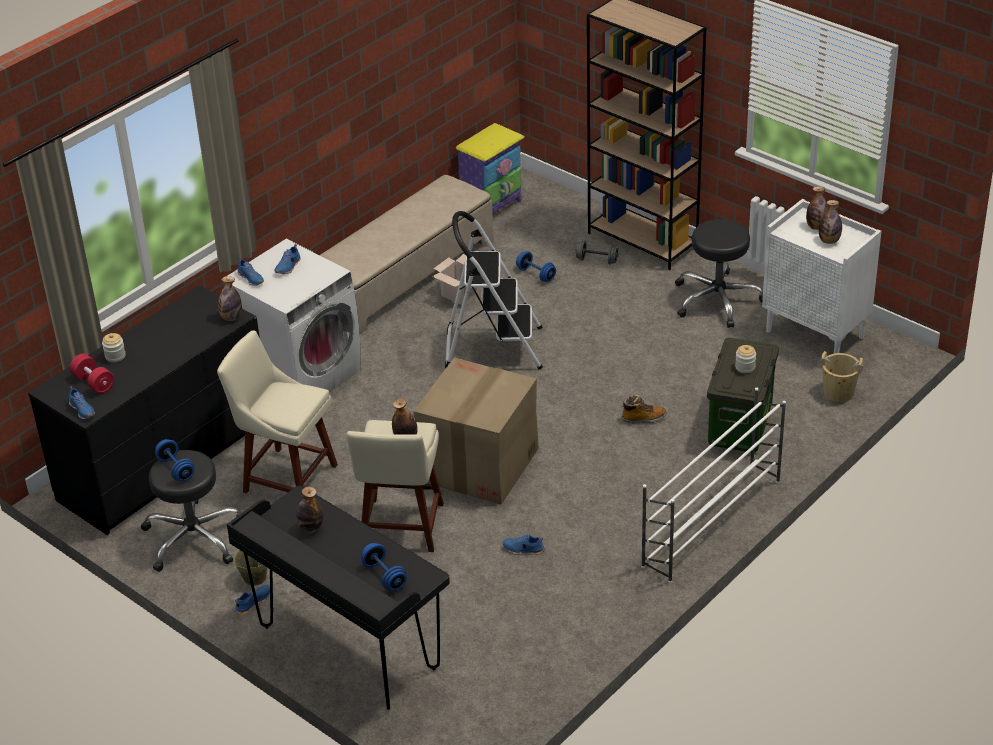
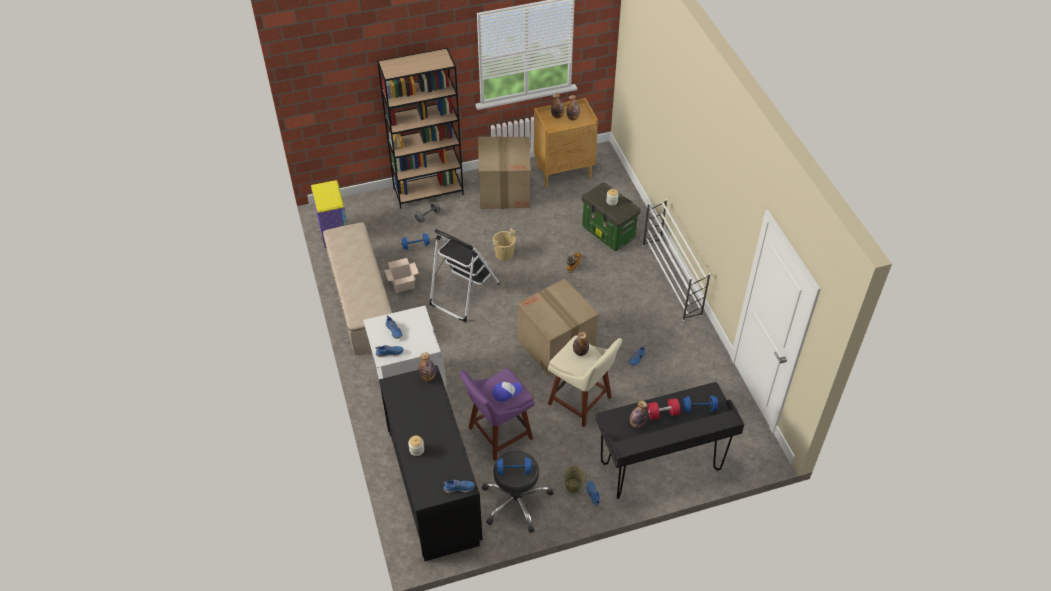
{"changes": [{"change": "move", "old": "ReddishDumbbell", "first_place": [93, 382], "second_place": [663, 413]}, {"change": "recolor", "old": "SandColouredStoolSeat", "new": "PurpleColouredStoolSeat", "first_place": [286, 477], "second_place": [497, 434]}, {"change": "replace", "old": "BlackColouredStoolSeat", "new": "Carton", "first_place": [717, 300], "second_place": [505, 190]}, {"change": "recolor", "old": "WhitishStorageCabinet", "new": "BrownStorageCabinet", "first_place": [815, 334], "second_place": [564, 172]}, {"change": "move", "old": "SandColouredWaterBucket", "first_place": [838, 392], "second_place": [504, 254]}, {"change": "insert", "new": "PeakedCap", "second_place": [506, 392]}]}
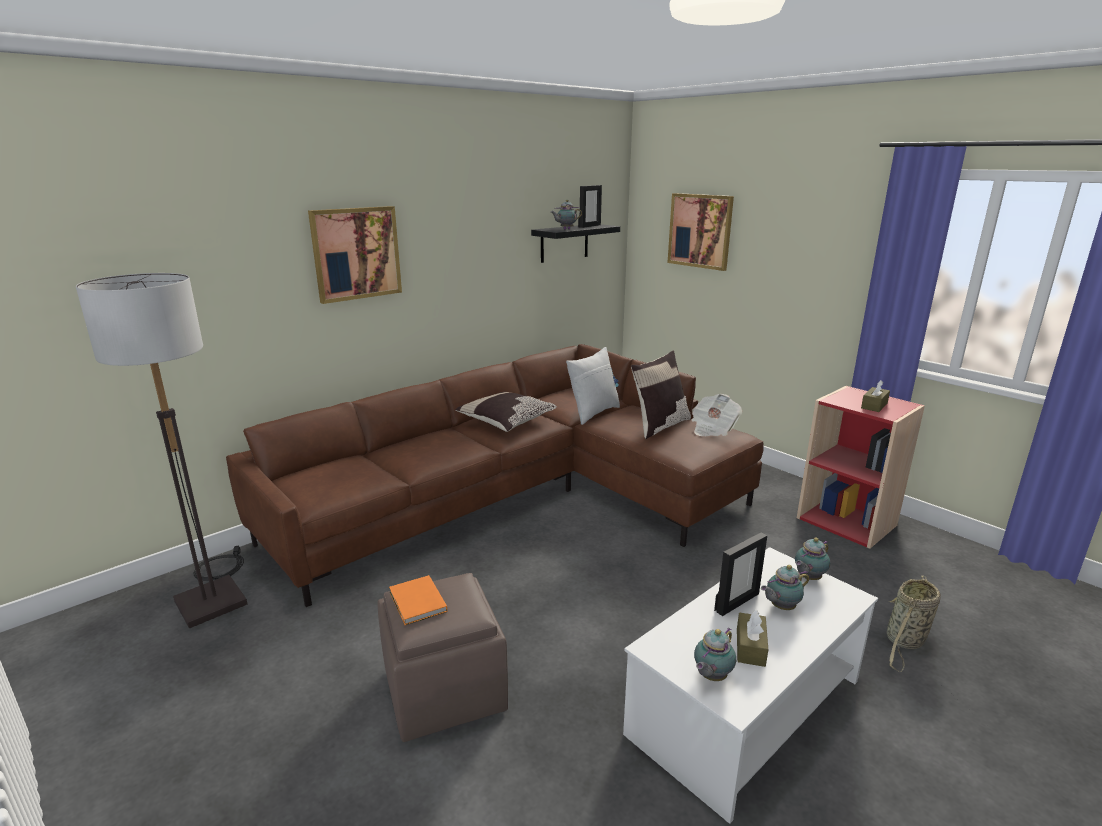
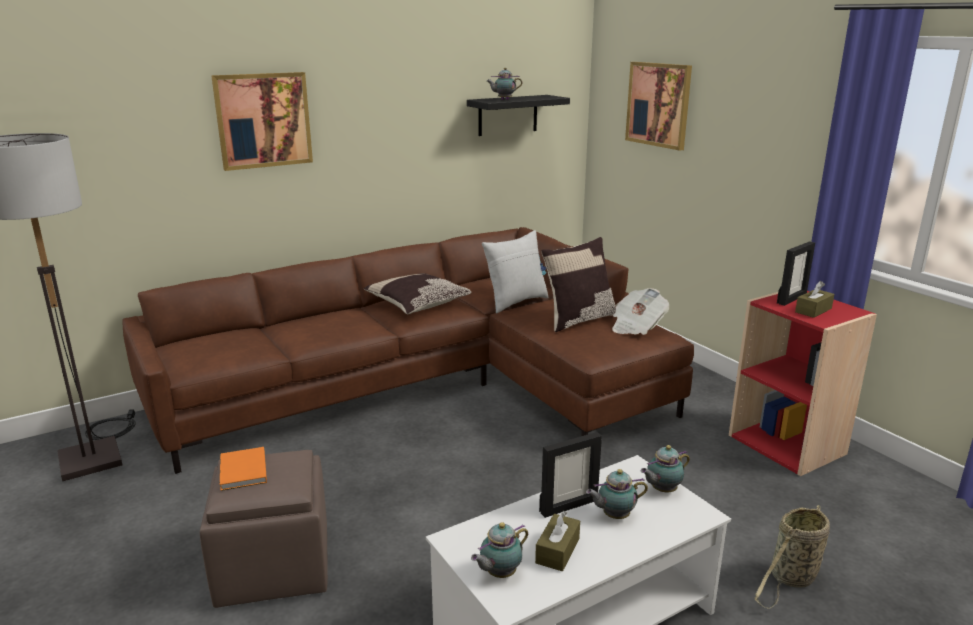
{"changes": [{"change": "move", "old": "PhotoFrame", "first_place": [589, 226], "second_place": [791, 299]}]}
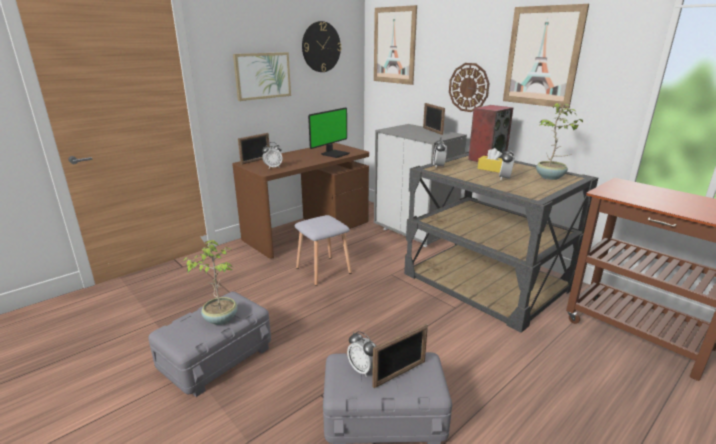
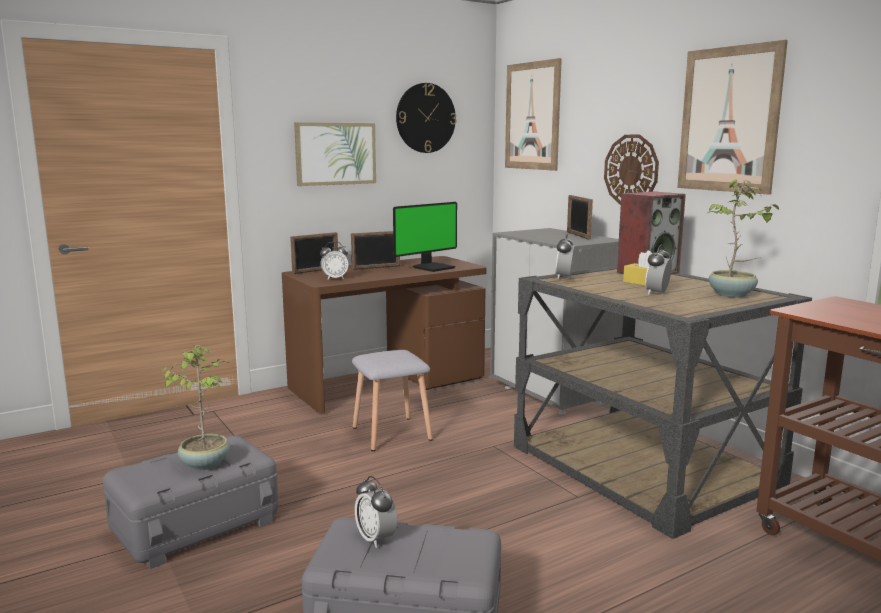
{"changes": [{"change": "move", "old": "PhotoFrame", "first_place": [399, 374], "second_place": [376, 268]}]}
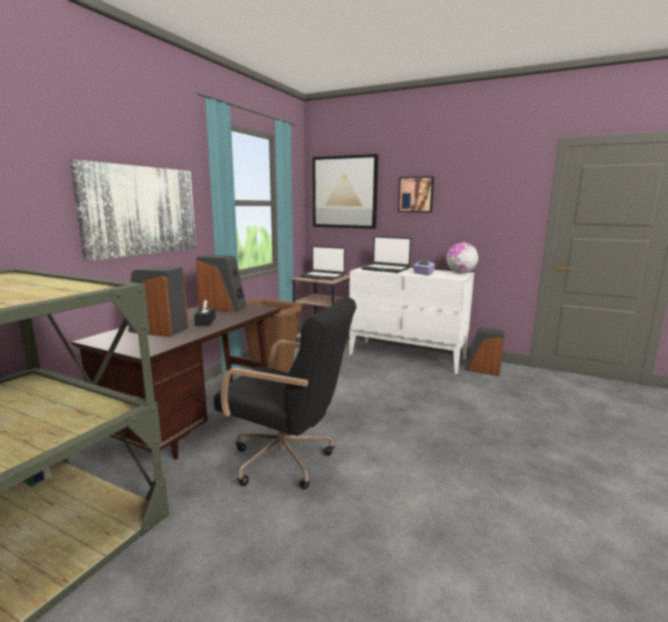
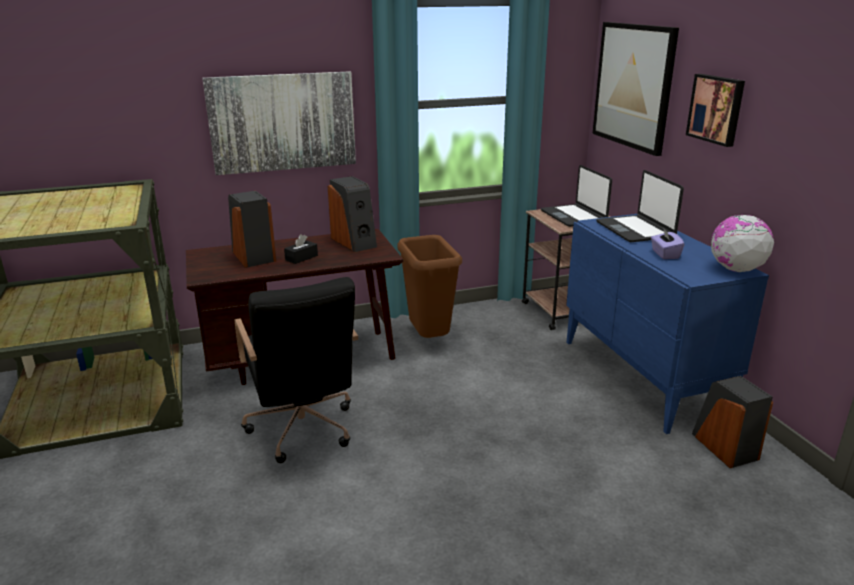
{"changes": [{"change": "recolor", "old": "WhitishStorageCabinet", "new": "BlueStorageCabinet", "first_place": [407, 356], "second_place": [641, 377]}]}
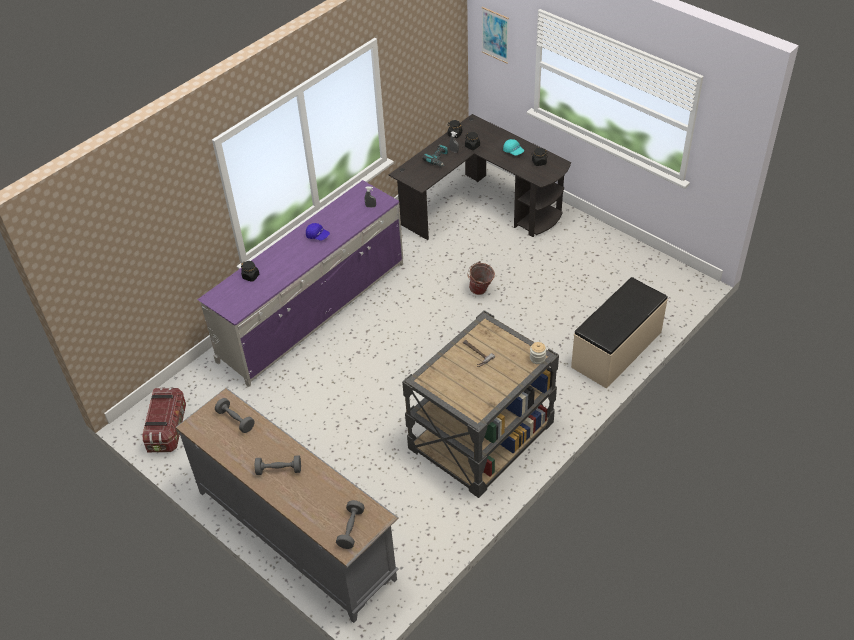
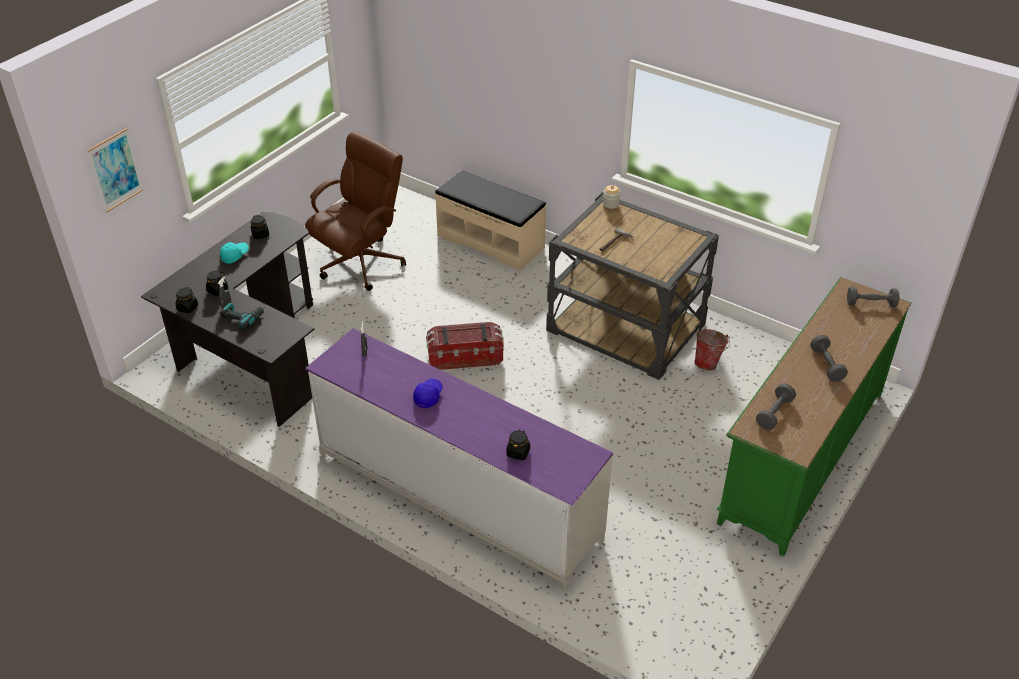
{"changes": [{"change": "move", "old": "StorageBin", "first_place": [168, 428], "second_place": [465, 357]}, {"change": "recolor", "old": "GrayStorageCabinet", "new": "GreenStorageCabinet", "first_place": [296, 533], "second_place": [801, 455]}, {"change": "move", "old": "WaterBucket", "first_place": [480, 291], "second_place": [709, 363]}, {"change": "insert", "new": "BrownDeskChair", "second_place": [361, 263]}]}
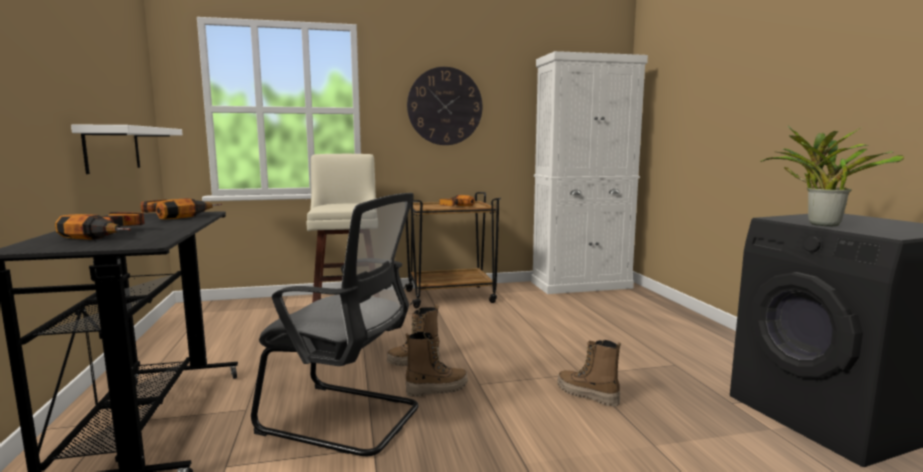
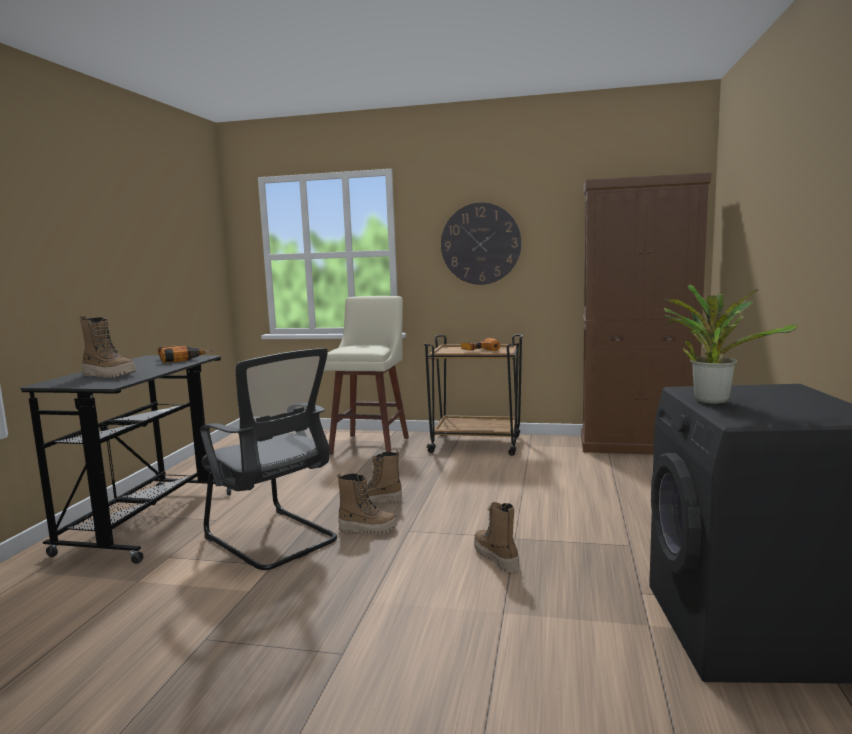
{"changes": [{"change": "replace", "old": "Drill", "new": "HighTopBoot", "first_place": [113, 234], "second_place": [109, 375]}, {"change": "delete", "old": "WhitishShelf", "first_place": [112, 148]}, {"change": "recolor", "old": "WhitishStorageCabinet", "new": "BrownStorageCabinet", "first_place": [581, 285], "second_place": [636, 445]}]}
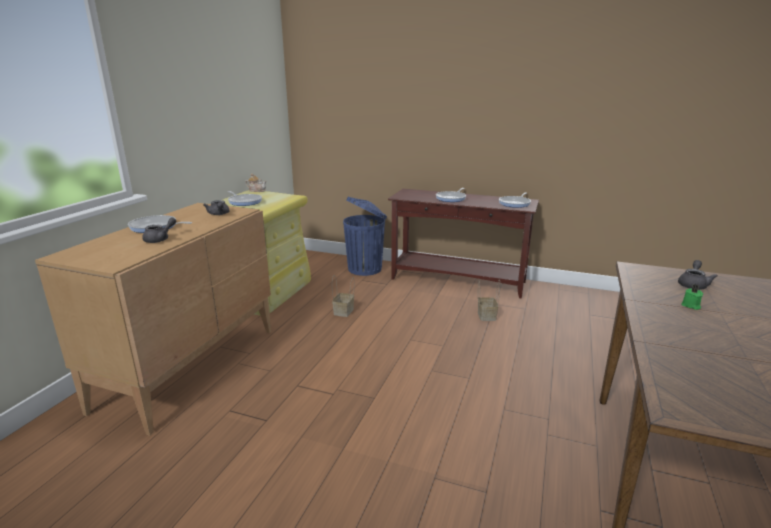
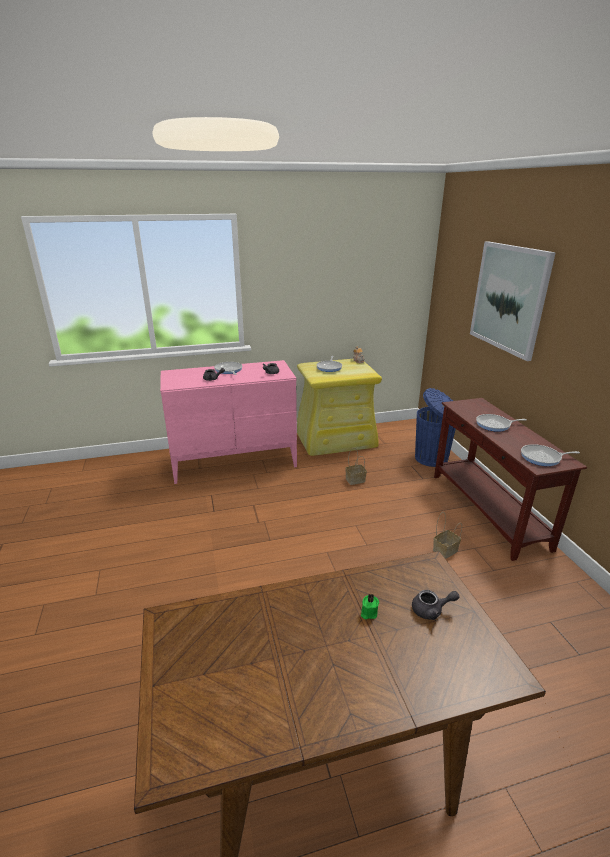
{"changes": [{"change": "recolor", "old": "BrownStorageCabinet", "new": "PinkStorageCabinet", "first_place": [190, 367], "second_place": [234, 462]}, {"change": "insert", "new": "Picture", "second_place": [509, 298]}]}
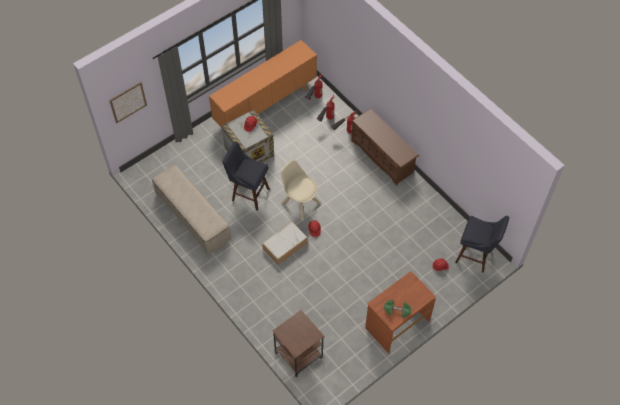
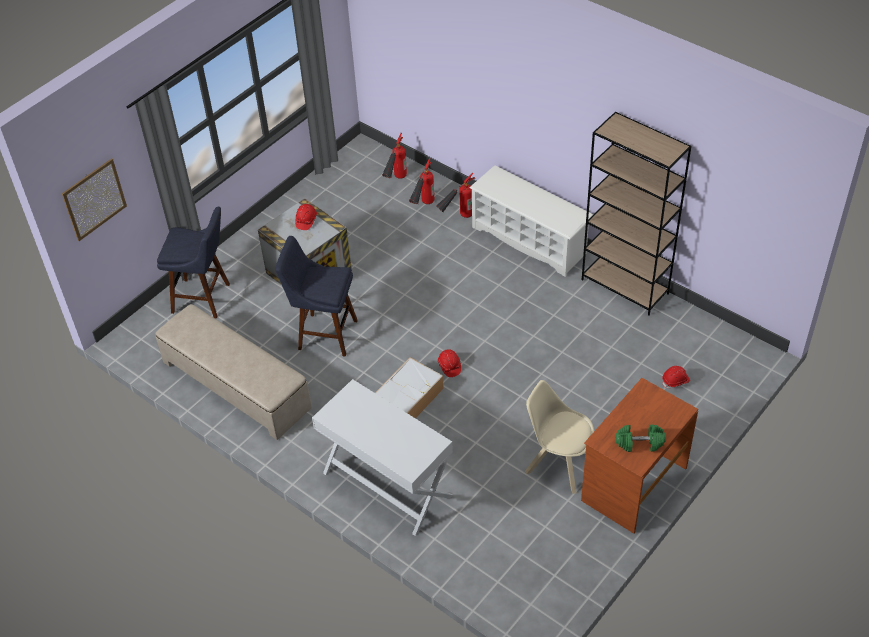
{"changes": [{"change": "delete", "old": "OrangeStorageCabinet", "first_place": [265, 104]}, {"change": "delete", "old": "BrownTrolley", "first_place": [298, 354]}, {"change": "move", "old": "SandColouredUprightChair", "first_place": [299, 203], "second_place": [558, 463]}, {"change": "recolor", "old": "BrownShoeStand", "new": "WhitishShoeStand", "first_place": [382, 156], "second_place": [529, 240]}, {"change": "move", "old": "BlueStoolSeat", "first_place": [476, 256], "second_place": [205, 299]}, {"change": "insert", "new": "WhitishHallTable", "second_place": [386, 484]}, {"change": "insert", "new": "SandColouredShelvingUnit", "second_place": [625, 286]}]}
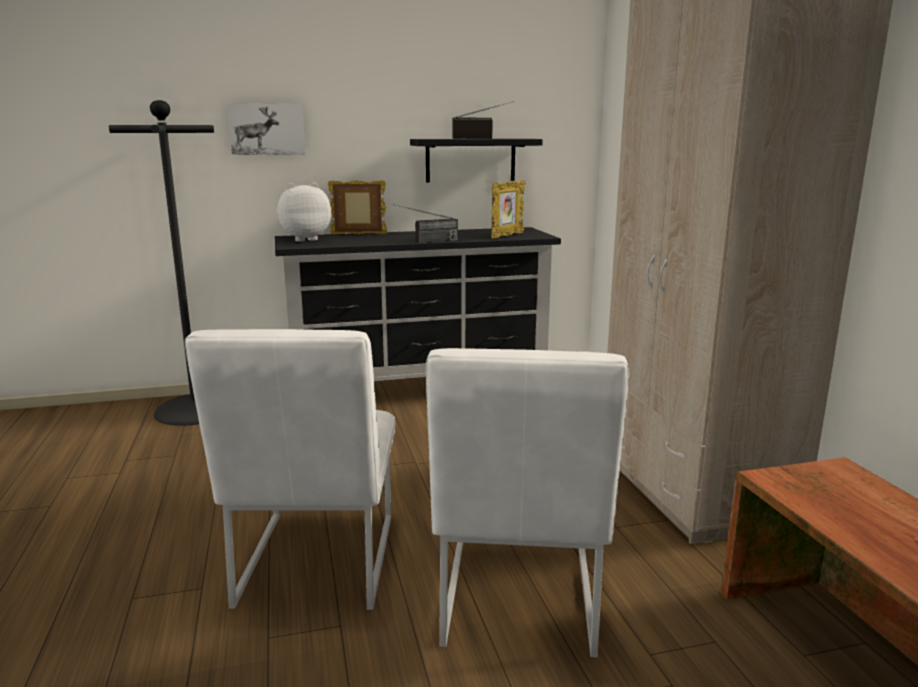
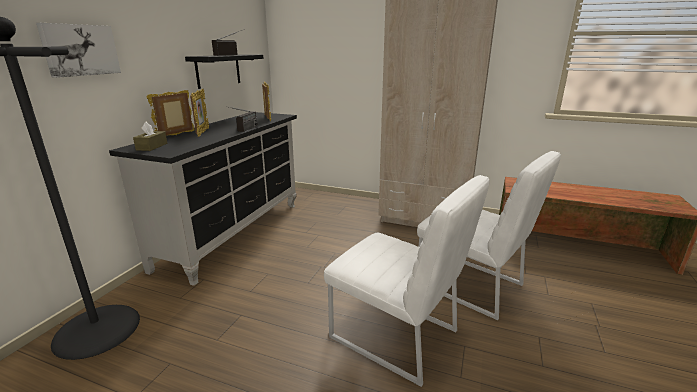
{"changes": [{"change": "replace", "old": "CuddlyToy", "new": "BrownBoxOfTissues", "first_place": [304, 239], "second_place": [152, 146]}, {"change": "insert", "new": "PhotoFrame", "second_place": [203, 132]}]}
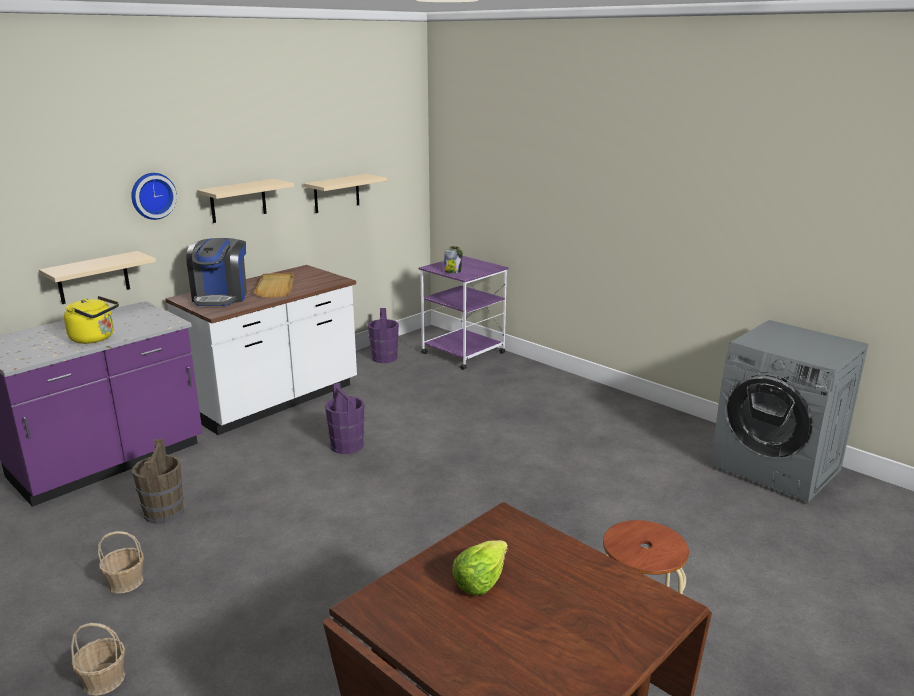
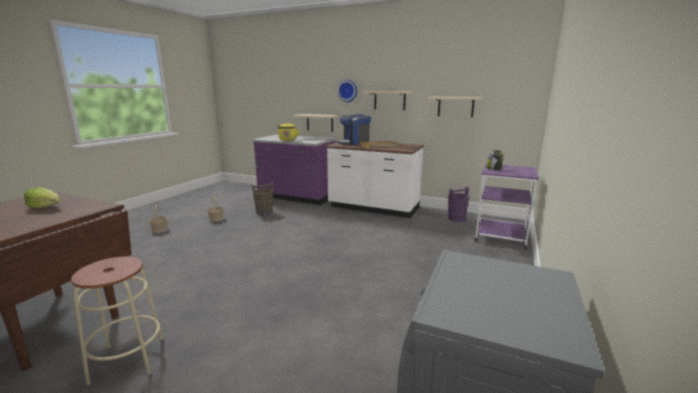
{"changes": [{"change": "delete", "old": "PurpleColouredWaterBucket", "first_place": [347, 445]}]}
